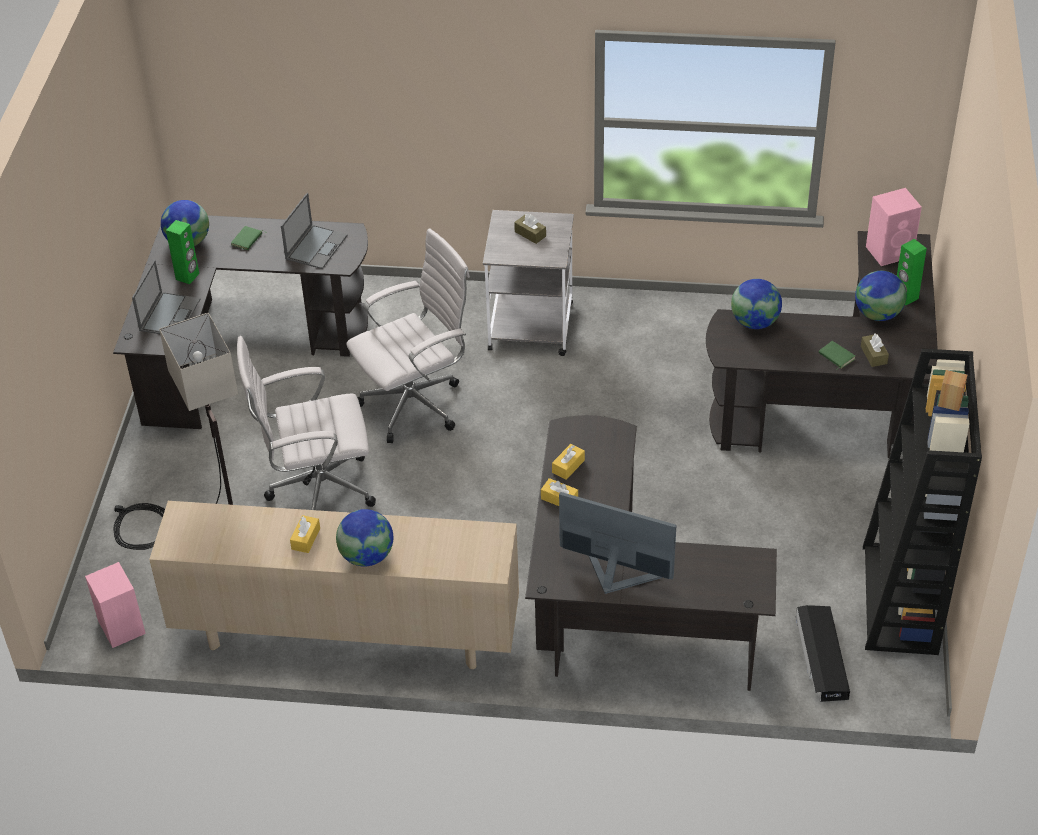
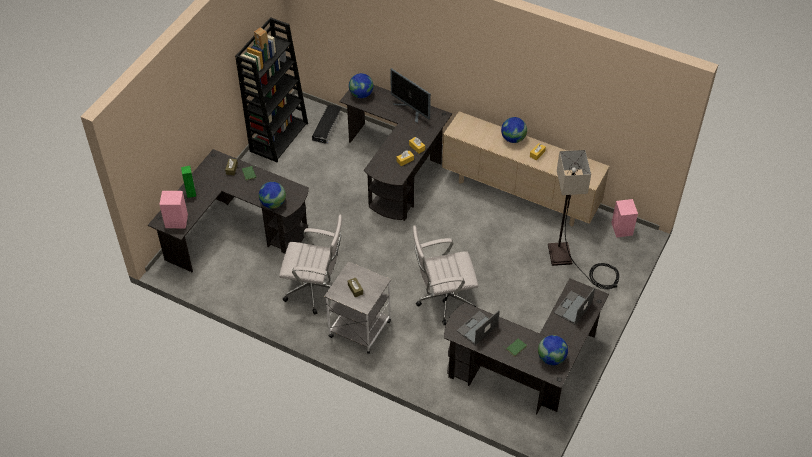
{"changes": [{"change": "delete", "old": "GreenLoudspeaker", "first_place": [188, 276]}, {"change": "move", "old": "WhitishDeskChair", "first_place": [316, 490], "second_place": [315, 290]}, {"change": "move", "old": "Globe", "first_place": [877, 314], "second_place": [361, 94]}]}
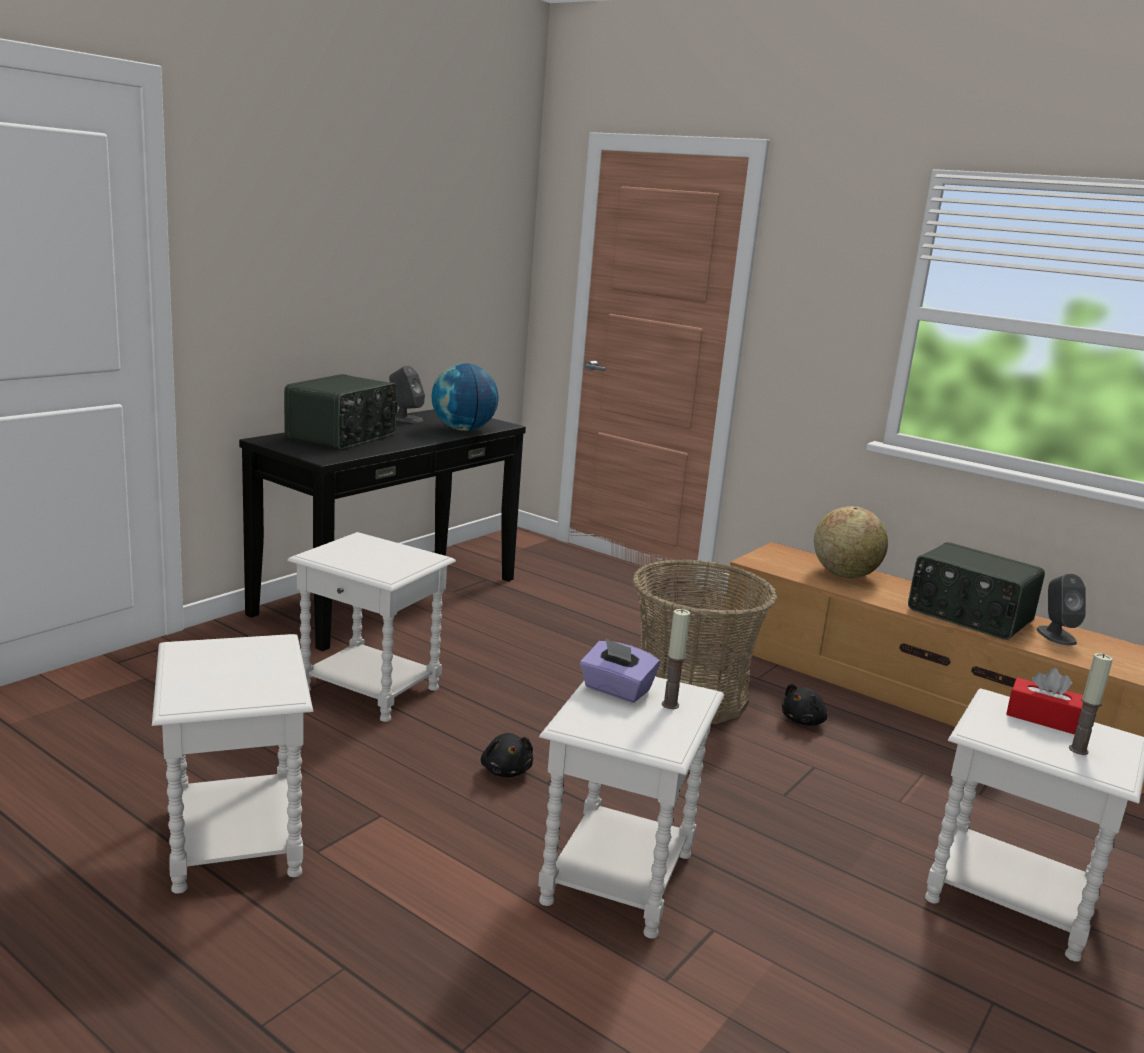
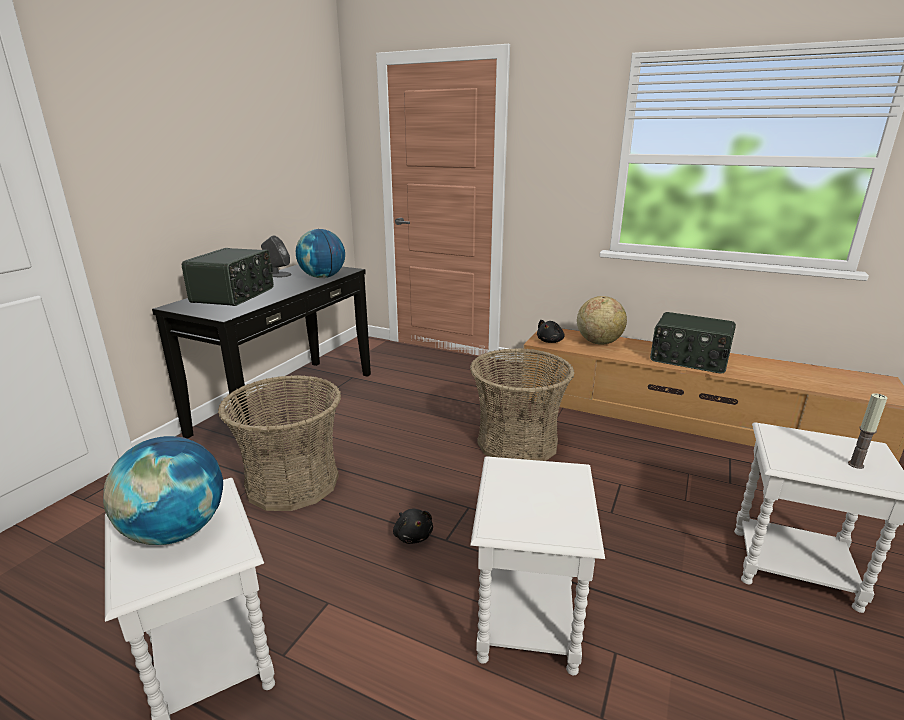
{"changes": [{"change": "replace", "old": "WhitishEndTable", "new": "HouseholdBasket", "first_place": [371, 688], "second_place": [292, 482]}, {"change": "delete", "old": "PurpleColouredBoxOfTissues", "first_place": [616, 690]}, {"change": "delete", "old": "WaxLight", "first_place": [670, 705]}, {"change": "move", "old": "BlackColouredCuddlyToy", "first_place": [804, 721], "second_place": [550, 341]}, {"change": "delete", "old": "ReddishBoxOfTissues", "first_place": [1042, 718]}, {"change": "delete", "old": "GrayLoudspeaker", "first_place": [1056, 635]}, {"change": "insert", "new": "Globe", "second_place": [176, 531]}]}
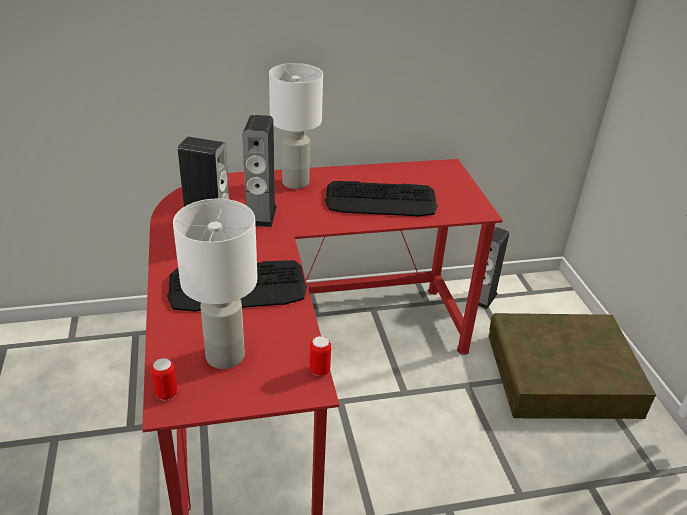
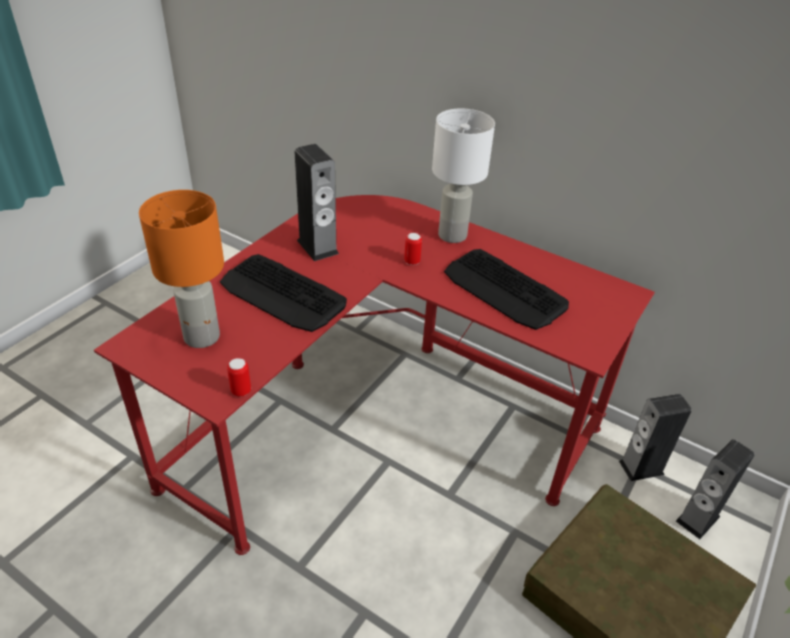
{"changes": [{"change": "move", "old": "SealedCan", "first_place": [166, 394], "second_place": [412, 262]}, {"change": "recolor", "old": "WhitishLampForATable", "new": "OrangeLampForATable", "first_place": [226, 355], "second_place": [203, 337]}, {"change": "move", "old": "Loudspeaker", "first_place": [261, 215], "second_place": [697, 518]}]}
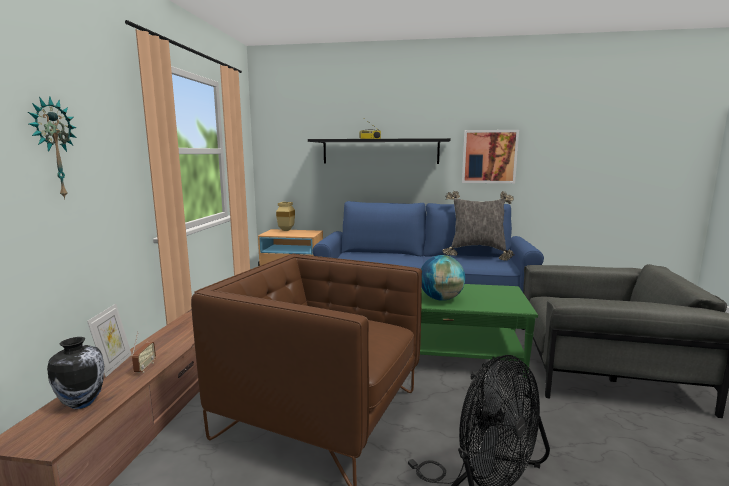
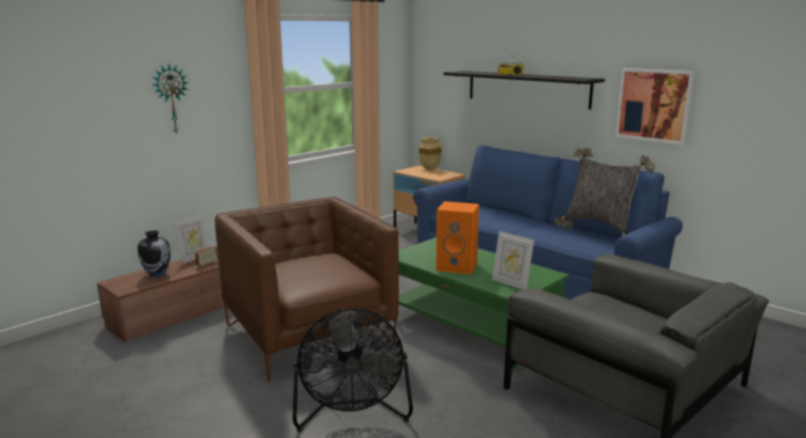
{"changes": [{"change": "replace", "old": "Globe", "new": "OrangeLoudspeaker", "first_place": [441, 299], "second_place": [458, 266]}, {"change": "insert", "new": "PhotoFrame", "second_place": [511, 283]}]}
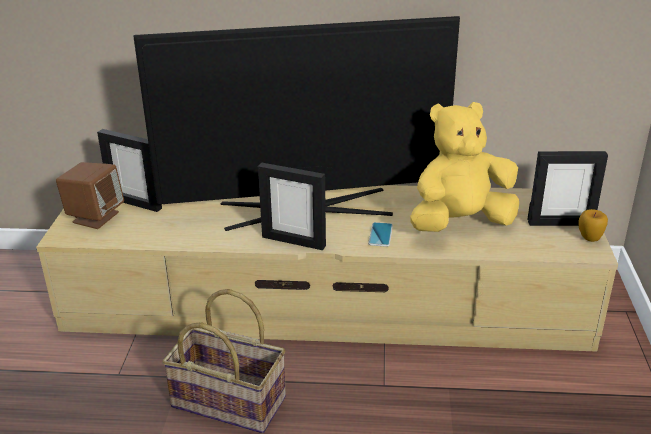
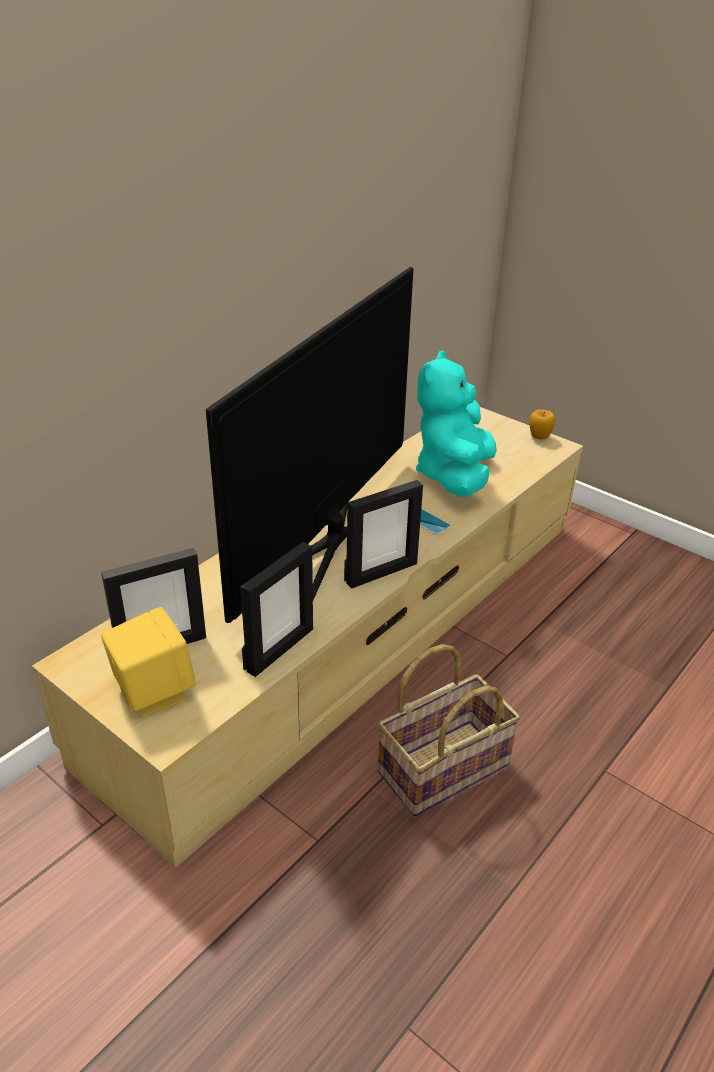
{"changes": [{"change": "recolor", "old": "BrownLoudspeaker", "new": "YellowColouredLoudspeaker", "first_place": [95, 217], "second_place": [153, 692]}, {"change": "recolor", "old": "YellowColouredCuddlyToy", "new": "TurquoiseCuddlyToy", "first_place": [460, 223], "second_place": [454, 476]}, {"change": "move", "old": "PhotoFrame", "first_place": [560, 222], "second_place": [279, 649]}]}
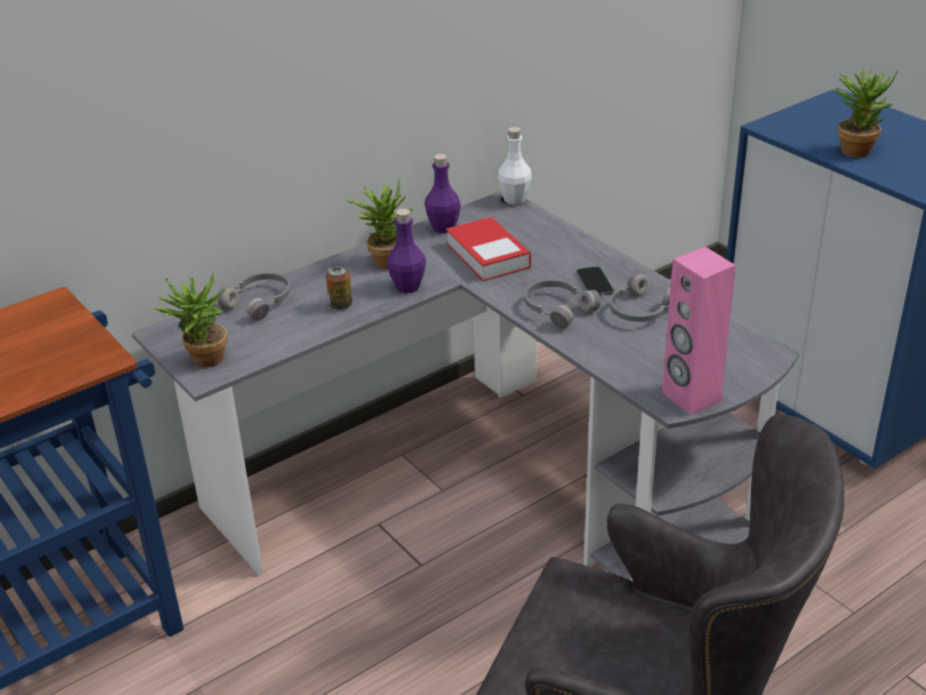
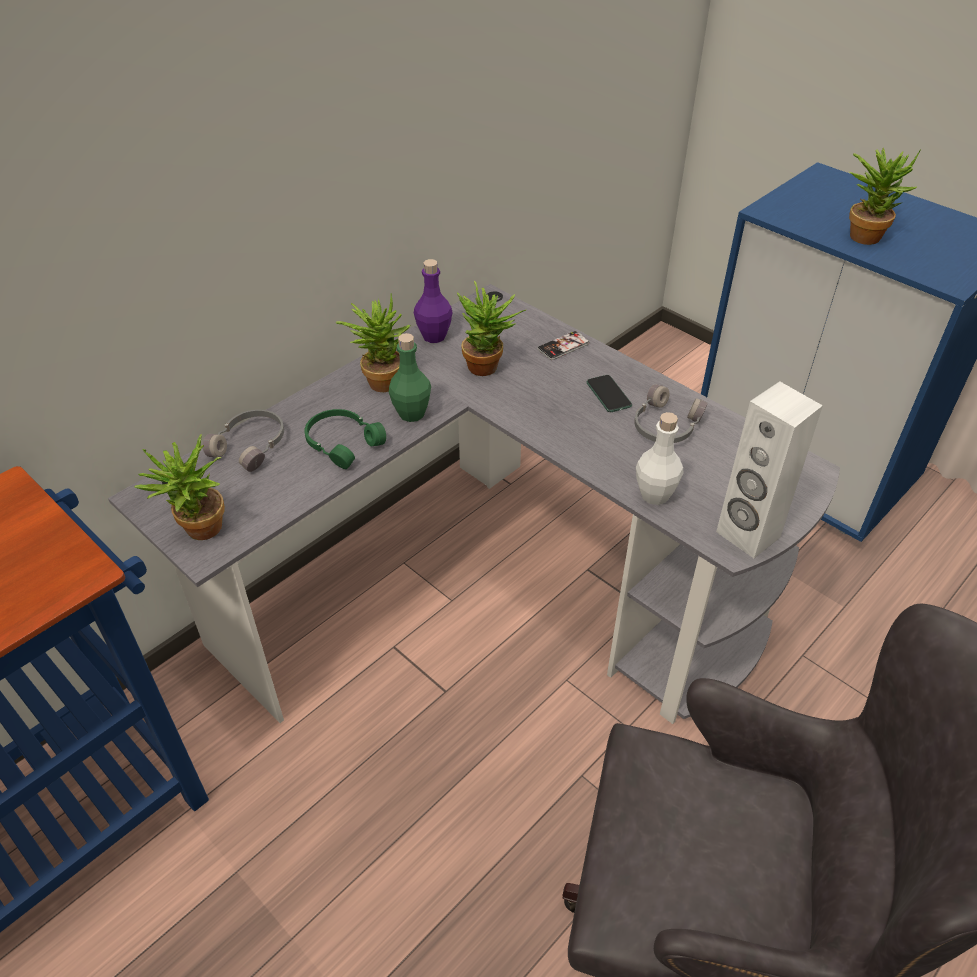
{"changes": [{"change": "replace", "old": "SealedCan", "new": "GreenPairOfHeadphones", "first_place": [340, 305], "second_place": [342, 443]}, {"change": "recolor", "old": "PurpleColouredBottle", "new": "GreenBottle", "first_place": [407, 287], "second_place": [411, 413]}, {"change": "replace", "old": "Book", "new": "PlantInAPot", "first_place": [488, 256], "second_place": [489, 368]}, {"change": "move", "old": "WhitishBottle", "first_place": [514, 199], "second_place": [654, 495]}, {"change": "delete", "old": "GrayPairOfHeadphones", "first_place": [558, 309]}, {"change": "recolor", "old": "PinkLoudspeaker", "new": "WhitishLoudspeaker", "first_place": [690, 397], "second_place": [747, 535]}, {"change": "insert", "new": "Telephone", "second_place": [563, 346]}]}
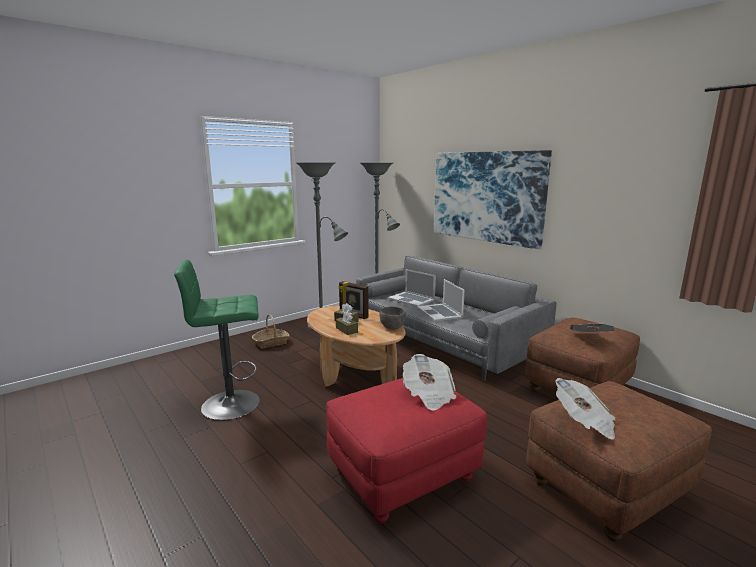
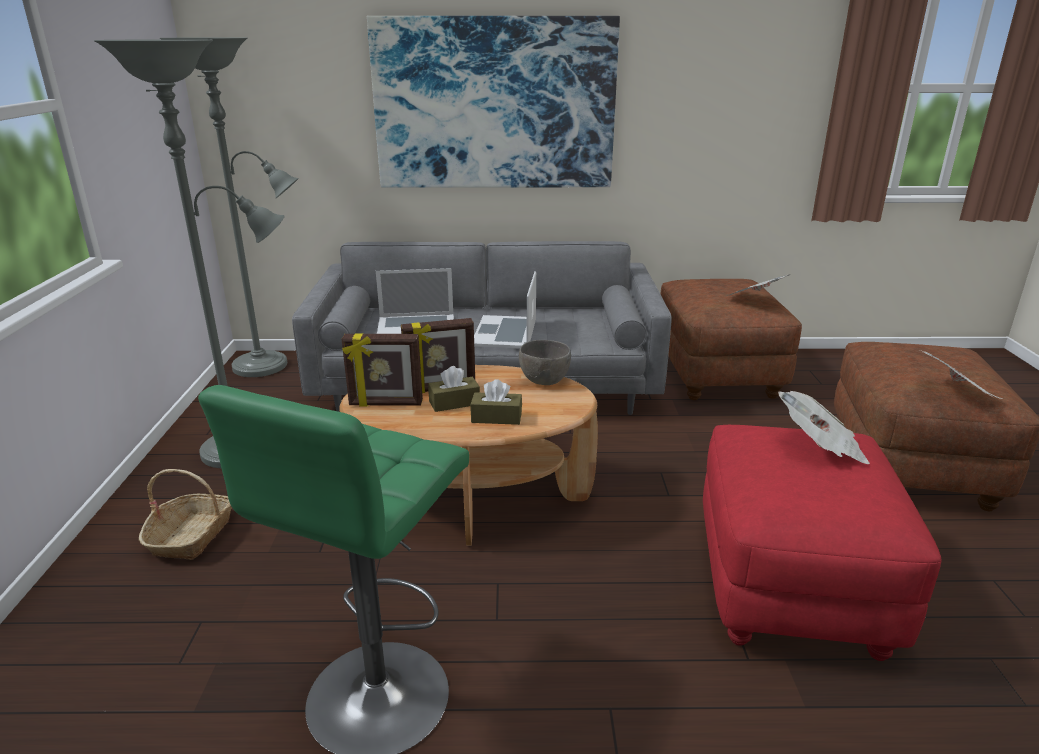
{"changes": [{"change": "rotate", "old": "PortableComputer", "first_place": [440, 312], "second_place": [505, 332], "degrees": 75}, {"change": "insert", "new": "PhotoFrame", "second_place": [386, 404]}]}
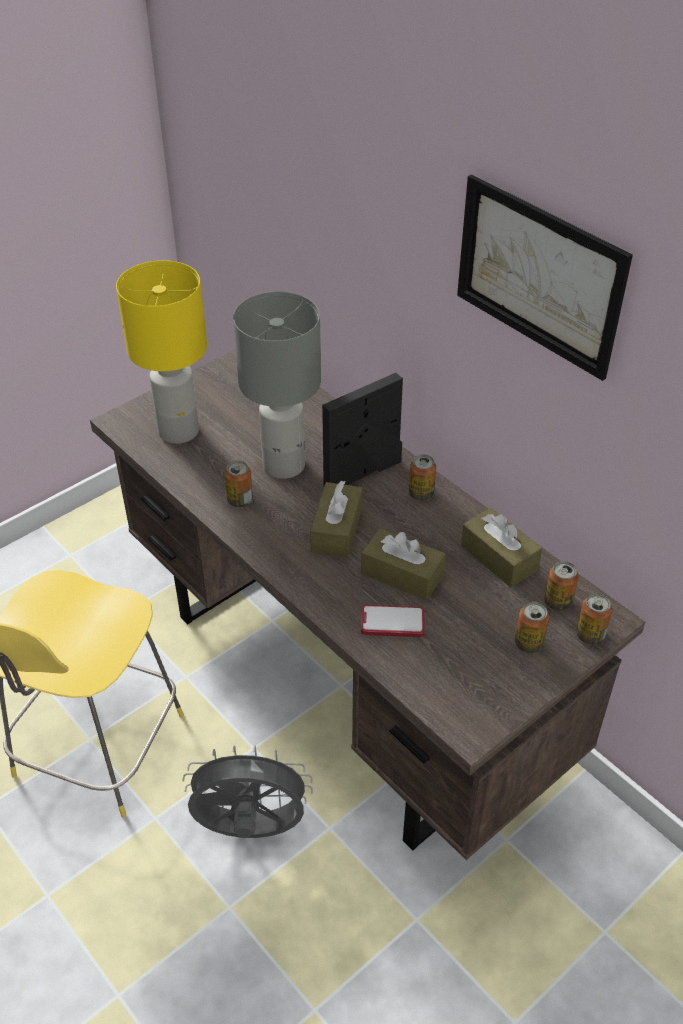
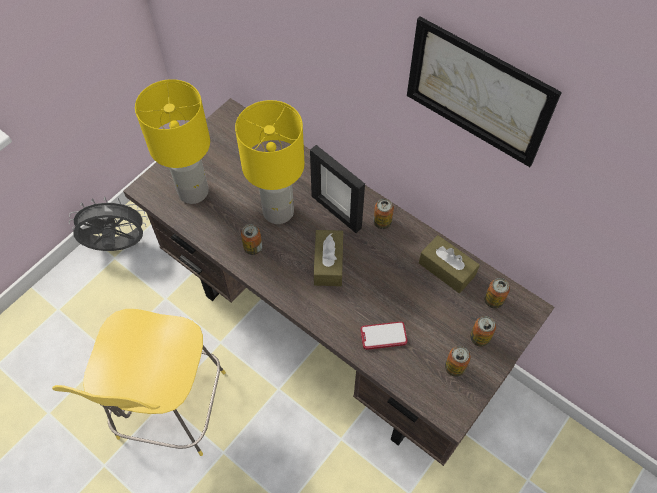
{"changes": [{"change": "move", "old": "GrayFan", "first_place": [250, 831], "second_place": [117, 247]}, {"change": "recolor", "old": "GrayLampForATable", "new": "YellowColouredLampForATable", "first_place": [285, 465], "second_place": [279, 211]}, {"change": "rotate", "old": "PhotoFrame", "first_place": [362, 474], "second_place": [337, 211], "degrees": -90}, {"change": "delete", "old": "BrownBoxOfTissues", "first_place": [402, 574]}, {"change": "move", "old": "SealedCan", "first_place": [590, 635], "second_place": [454, 367]}]}
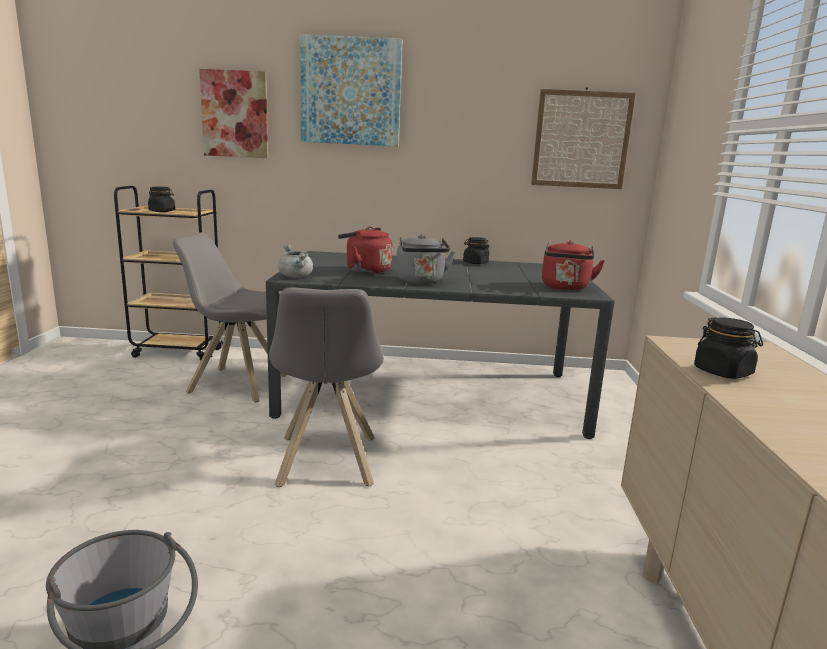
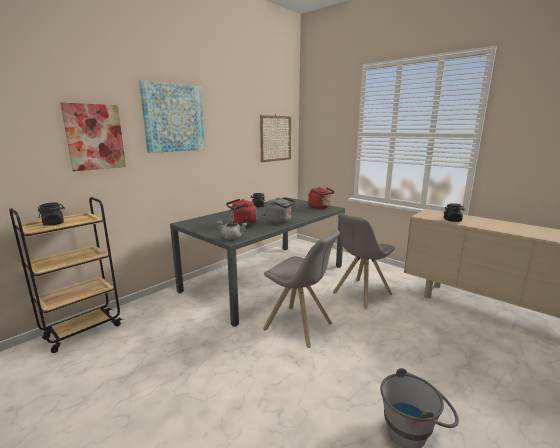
{"changes": [{"change": "move", "old": "GrayUprightChair", "first_place": [237, 384], "second_place": [361, 293]}]}
